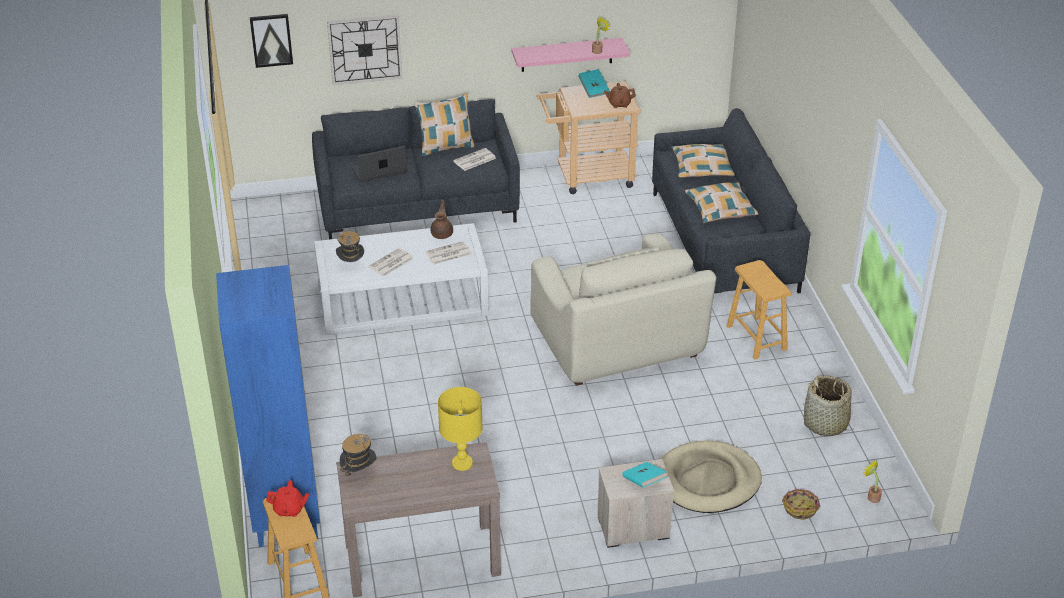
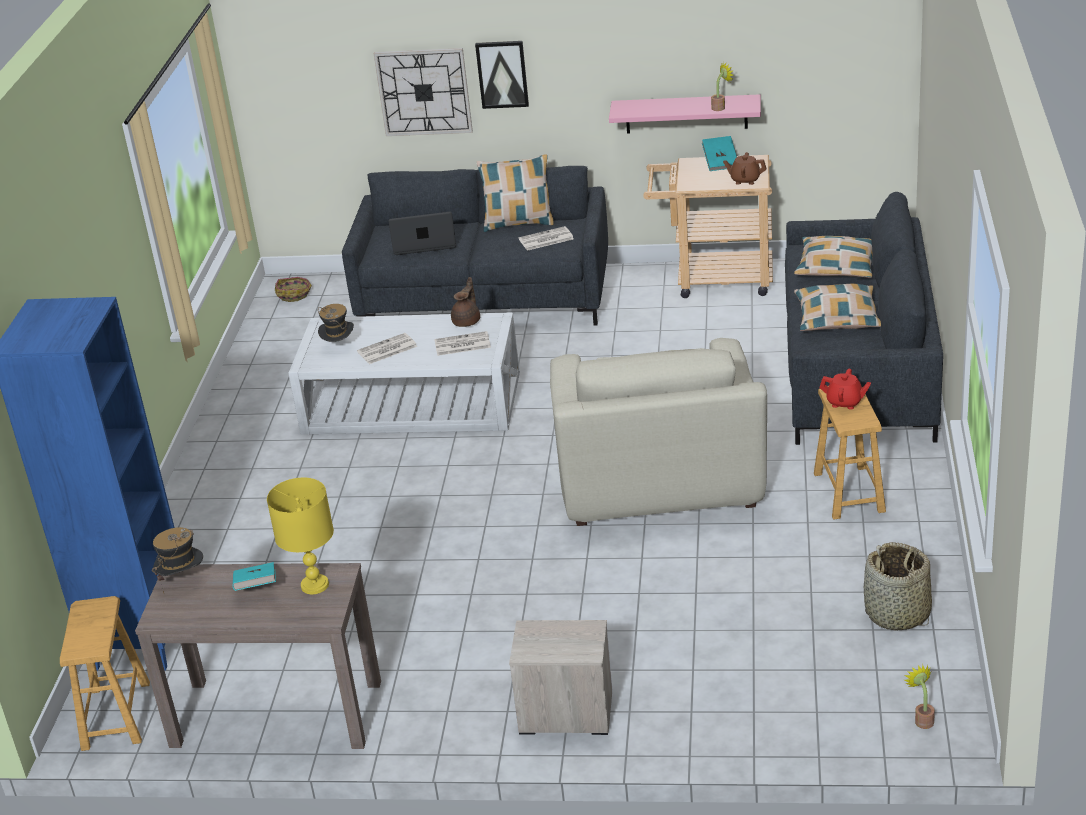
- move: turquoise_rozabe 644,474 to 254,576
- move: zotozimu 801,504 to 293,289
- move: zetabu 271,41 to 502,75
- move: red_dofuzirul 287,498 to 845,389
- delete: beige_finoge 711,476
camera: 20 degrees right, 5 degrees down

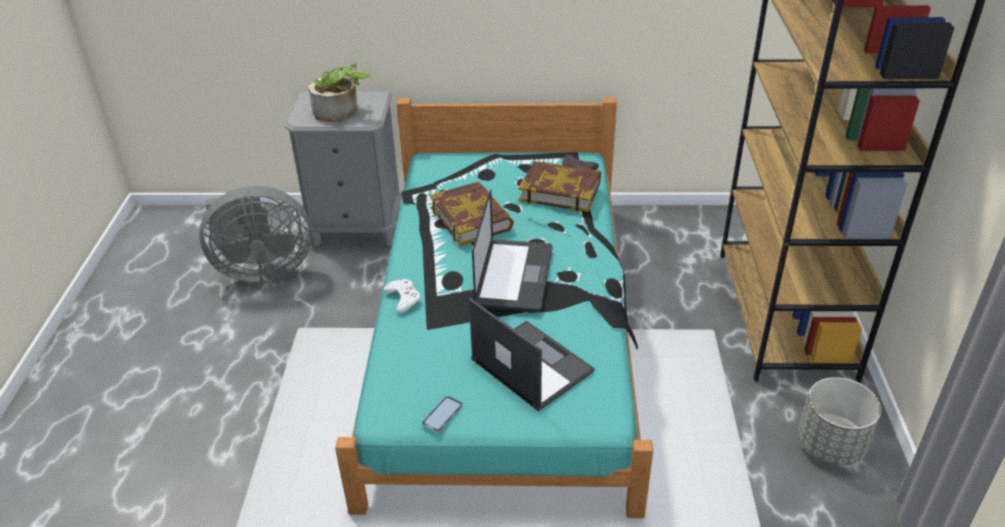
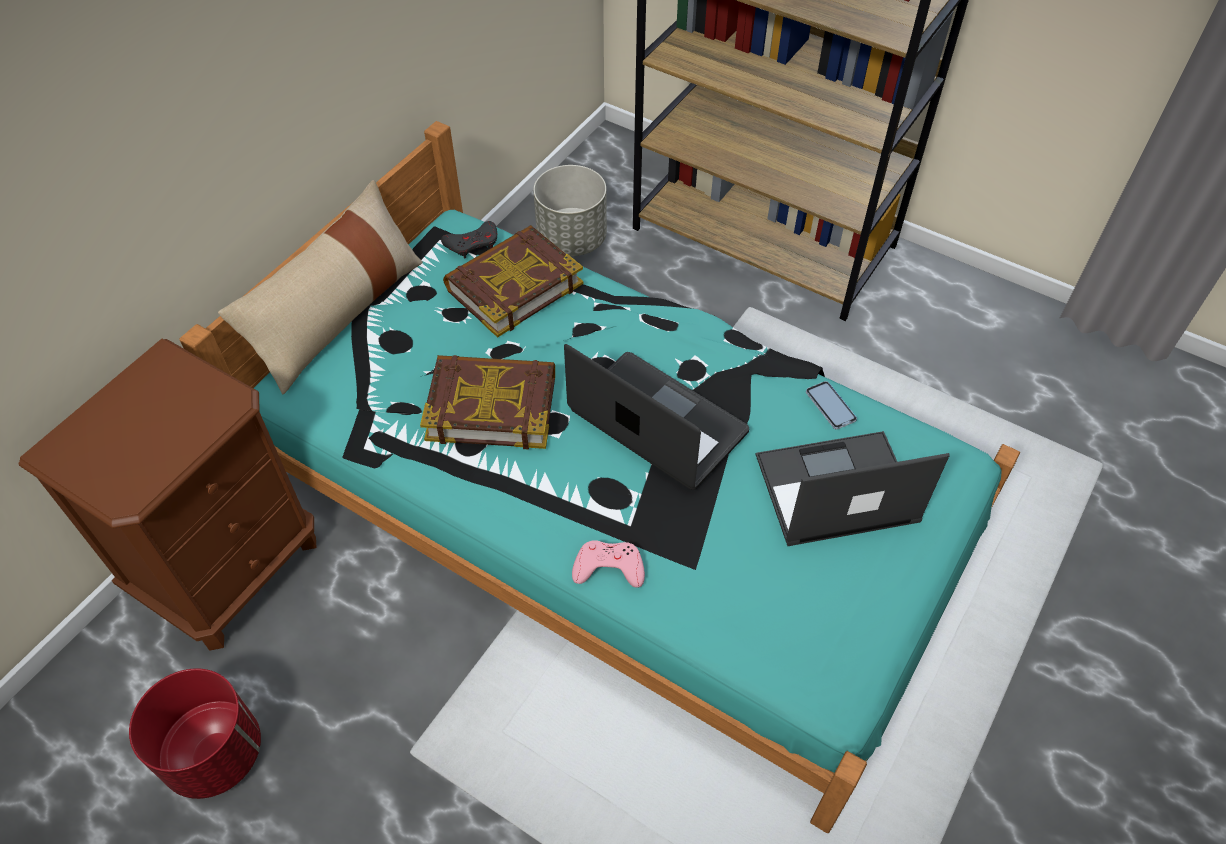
- recolor: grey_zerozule 343,169 to brown_zerozule 168,494
- replace: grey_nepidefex 255,234 to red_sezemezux 195,733
- insert: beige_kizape 320,287
- move: grey_sezemezux 840,421 to 570,210
- recolor: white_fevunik 402,296 to pink_fevunik 608,564
- move: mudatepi 442,414 to 831,405
- delete: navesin 340,92
camera: 60 degrees left, 15 degrees up

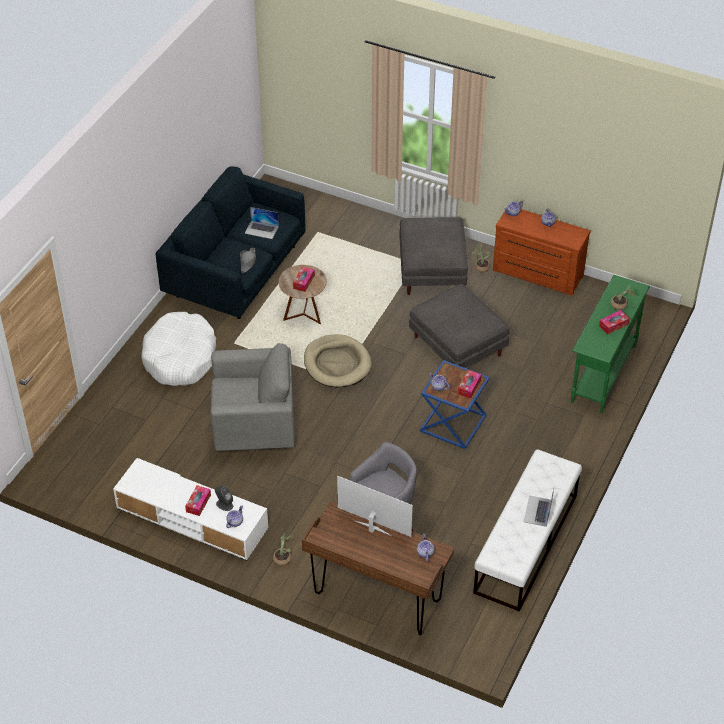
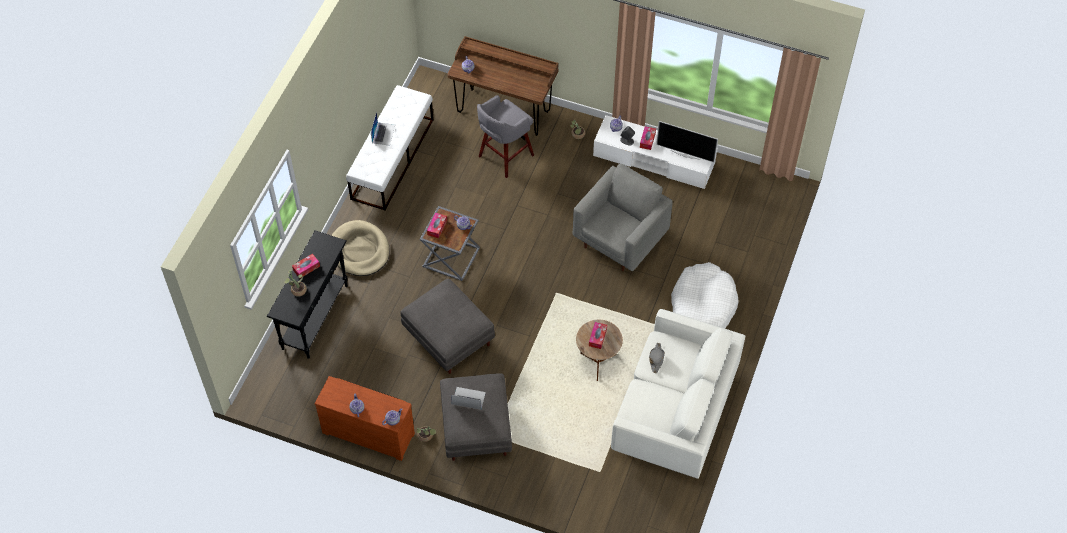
- recolor: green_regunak 610,344 to black_regunak 307,295
- move: beige_finoge 338,360 to 360,248
- recolor: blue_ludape 455,404 to grey_ludape 450,243
- move: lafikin 262,223 to 468,398
- rotate: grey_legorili 252,397 = 622,217 135 degrees clockwise
- recolor: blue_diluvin 231,242 to white_diluvin 678,394
- move: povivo 375,506 to 687,141
camera: 175 degrees right, 10 degrees up

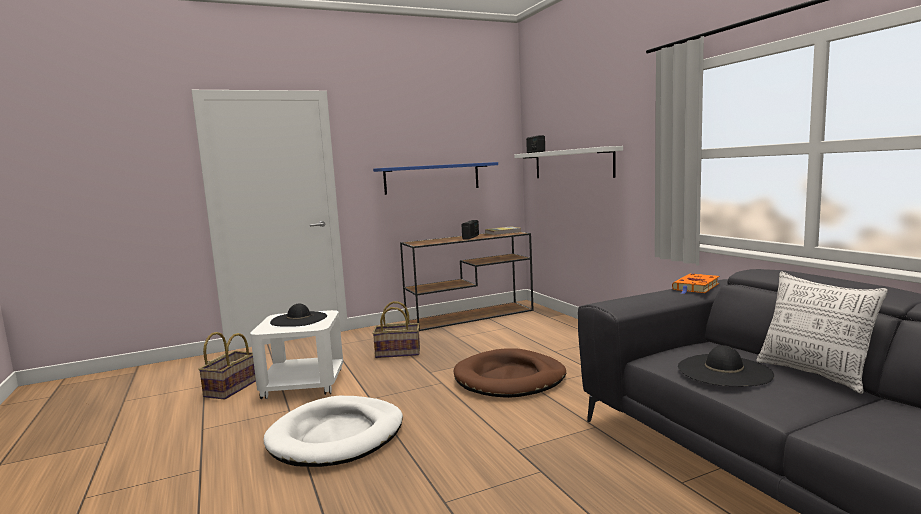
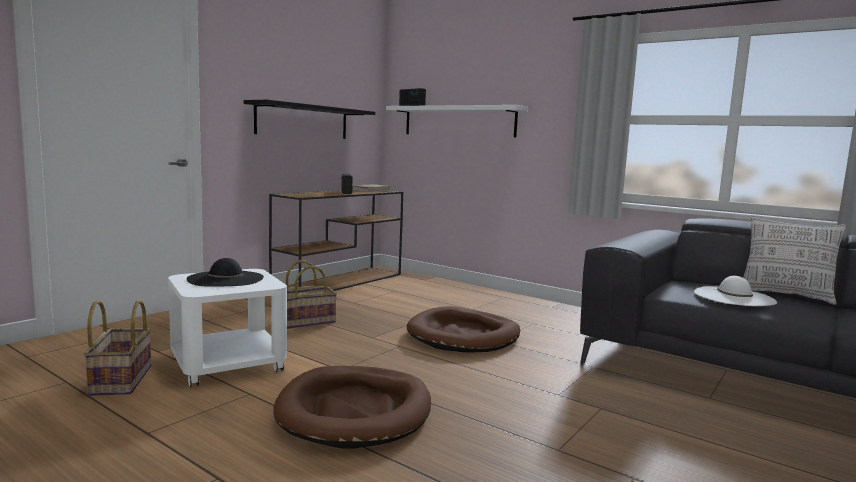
- recolor: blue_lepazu 435,178 to black_lepazu 309,119
- recolor: white_finoge 333,431 to brown_finoge 352,407
- recolor: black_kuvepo 726,365 to white_kuvepo 735,291
- delete: orange_rozabe 696,284
camera: 30 degrees left, 0 degrees up

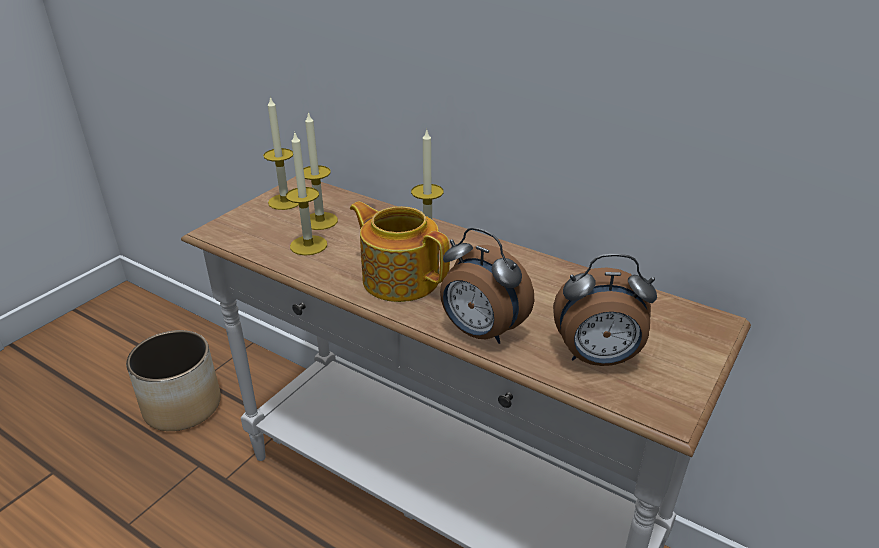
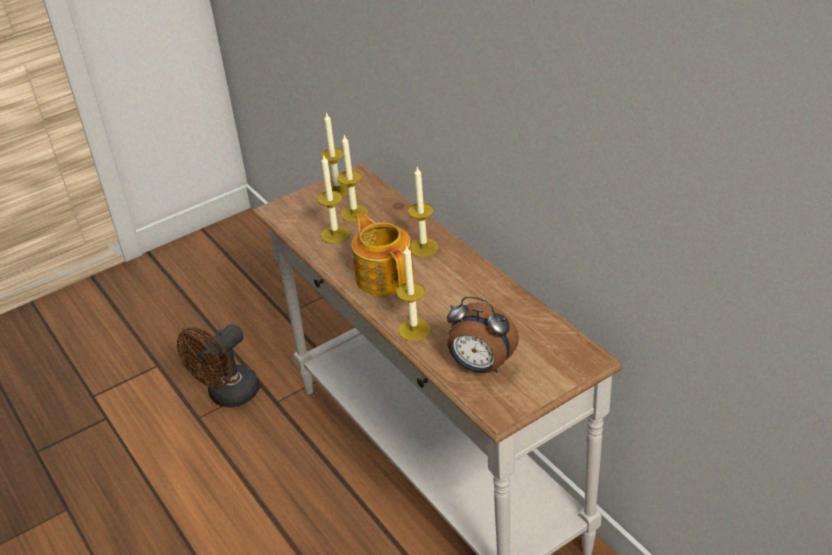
- insert: brown_nepidefex 218,366
- replace: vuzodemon 487,285 to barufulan 413,293
- delete: sezemezux 173,380
camera: 25 degrees right, 5 degrees up

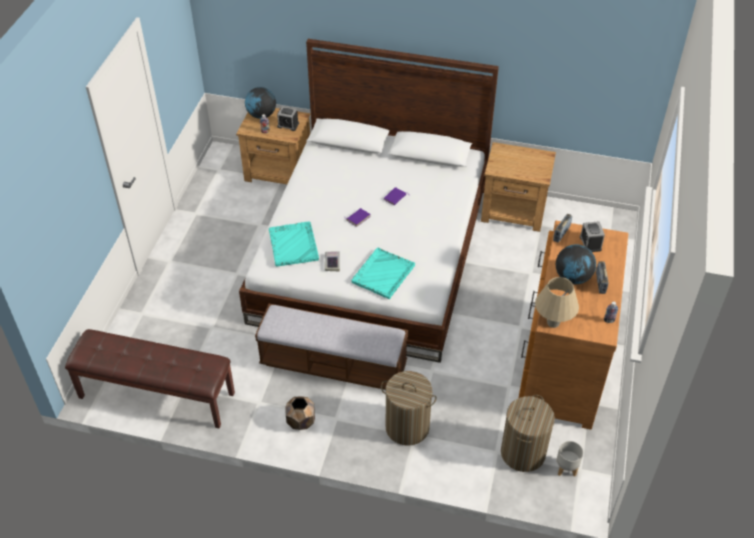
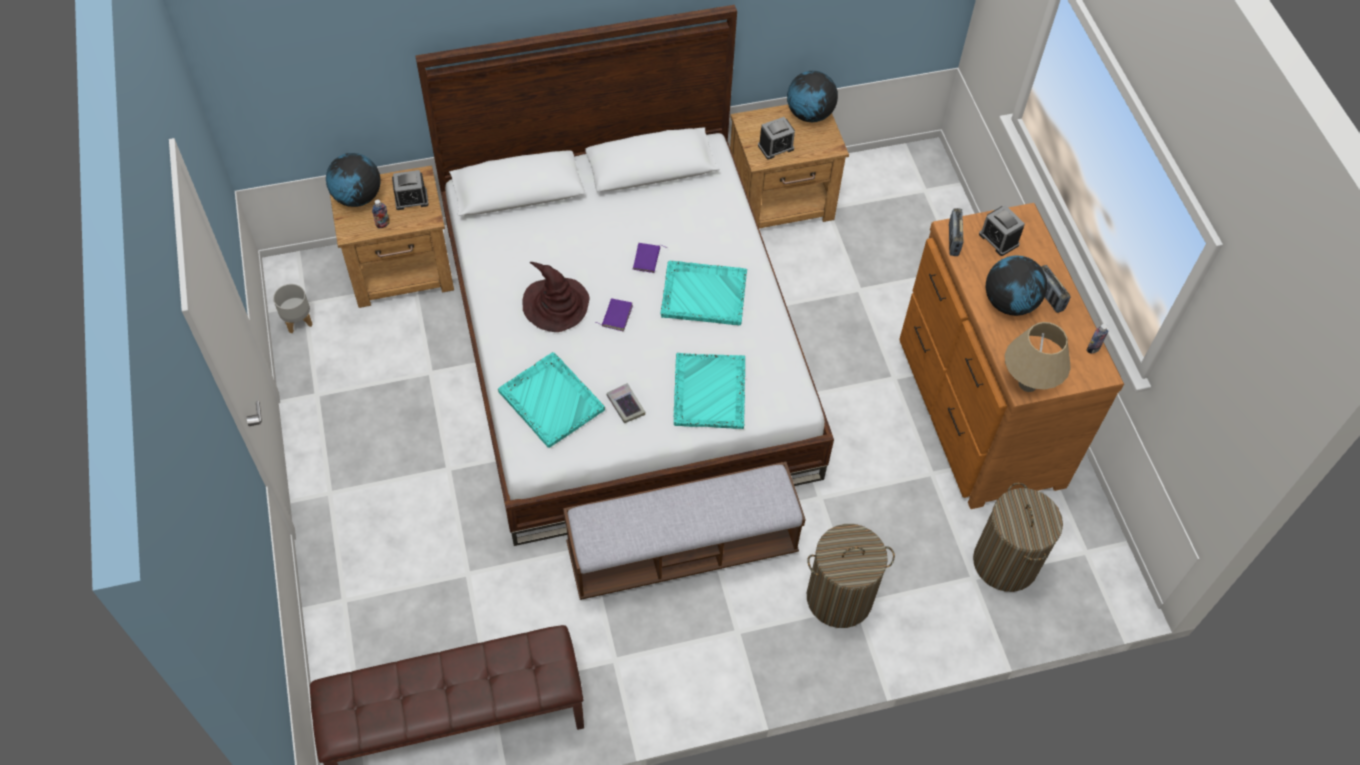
- move: grey_sezemezux 570,459 to 293,308
- insert: brown_kuvepo 556,297
- insert: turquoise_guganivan 703,293
- insert: vuzodemon 776,138
- insert: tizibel 812,96
- delete: brown_sezemezux 300,413
camera: 30 degrees left, 10 degrees up

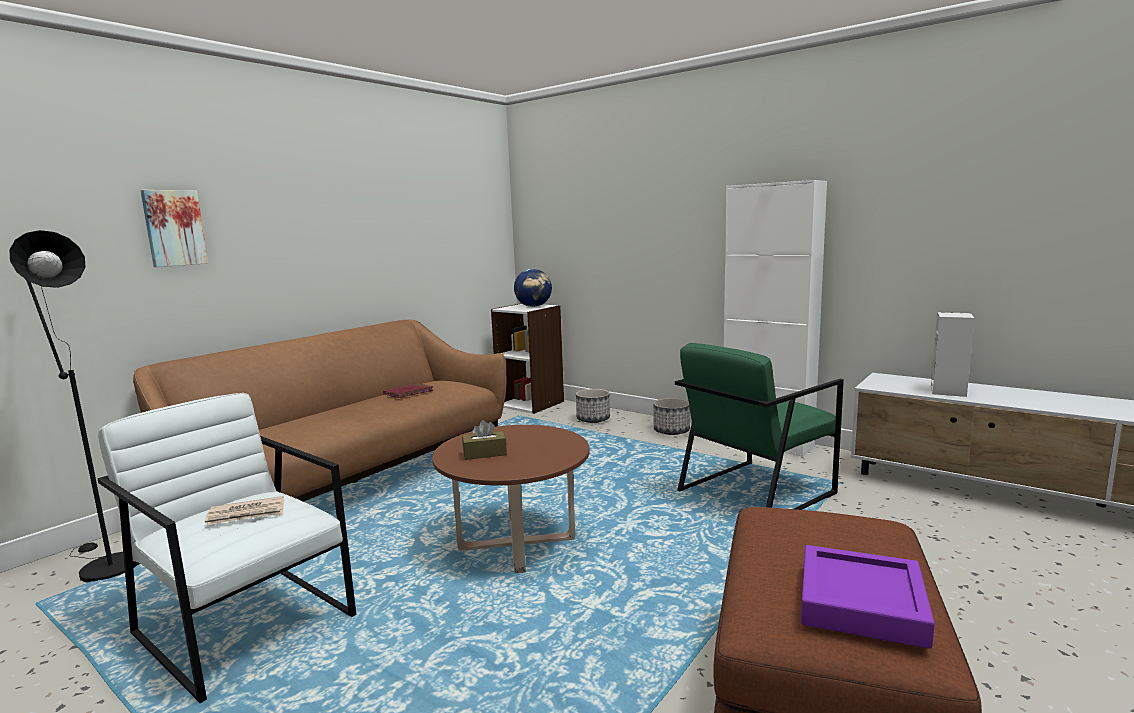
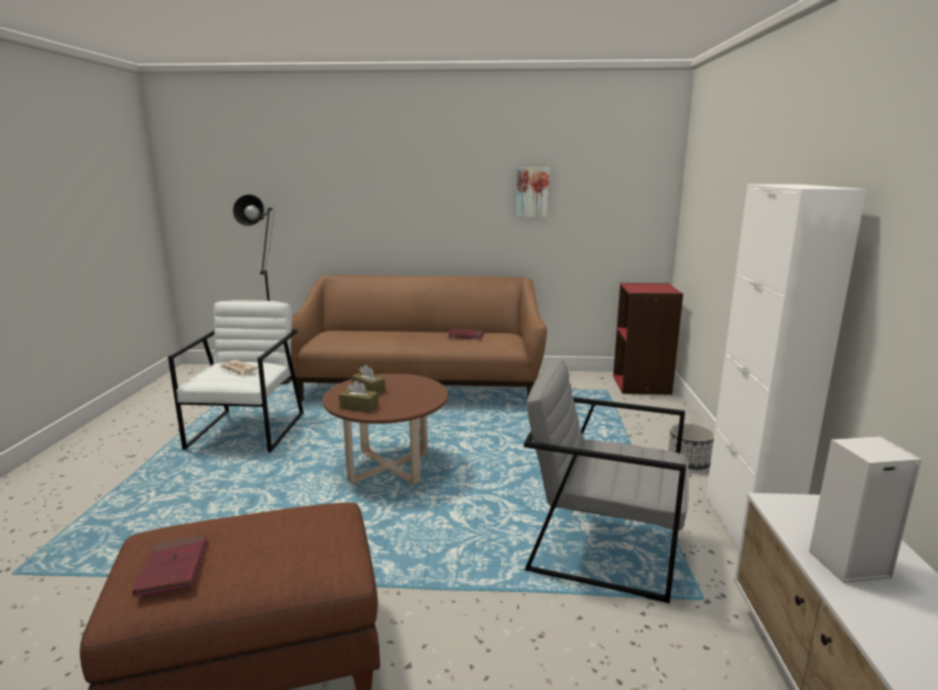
- replace: purple_guganivan 868,597 to red_rozabe 170,565
- insert: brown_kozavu 359,396
- move: zetabu 174,228 to 533,192
- recolor: green_legorili 759,426 to grey_legorili 606,481
- recolor: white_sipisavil 527,358 to red_sipisavil 648,339
- delete: tizibel 533,288
- delete: sezemezux 593,406
camera: 55 degrees right, 5 degrees up

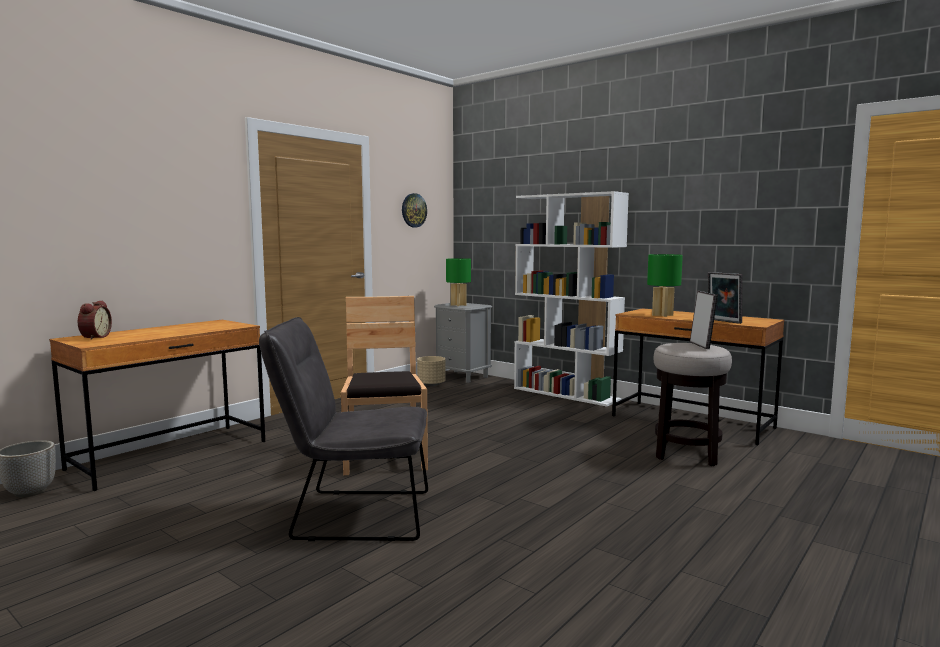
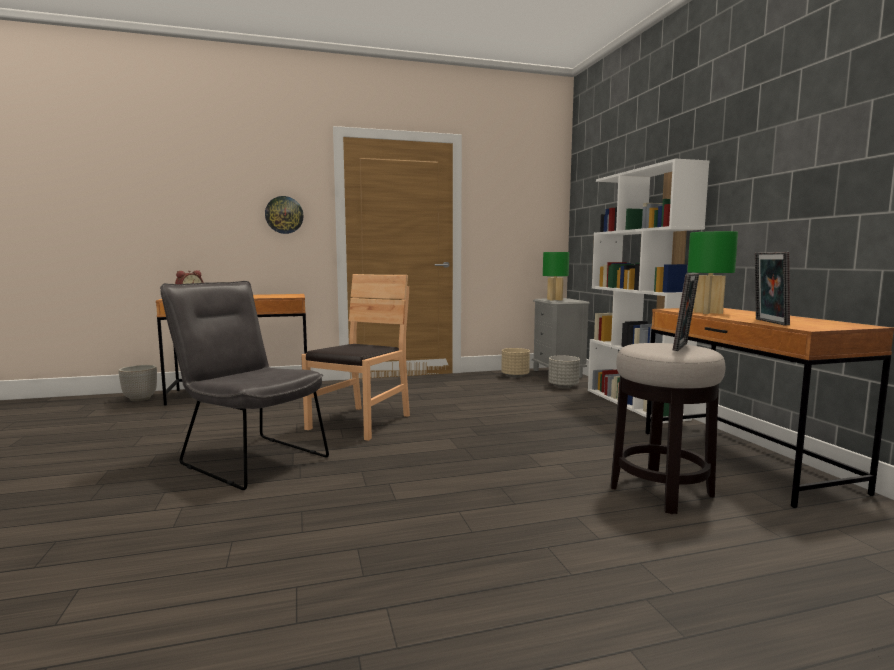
- move: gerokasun 414,210 to 284,215
- insert: grey_sezemezux 564,372
camera: 35 degrees right, 0 degrees up

